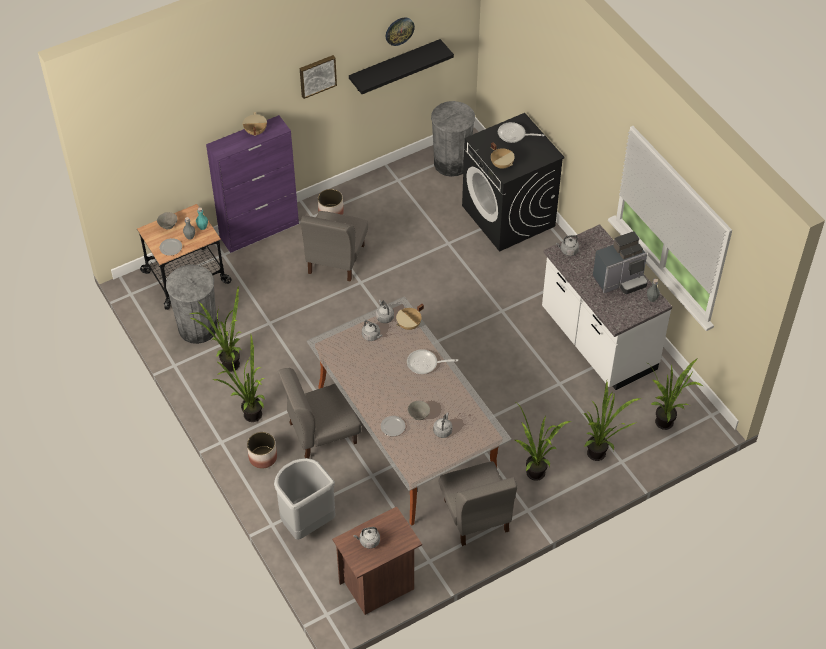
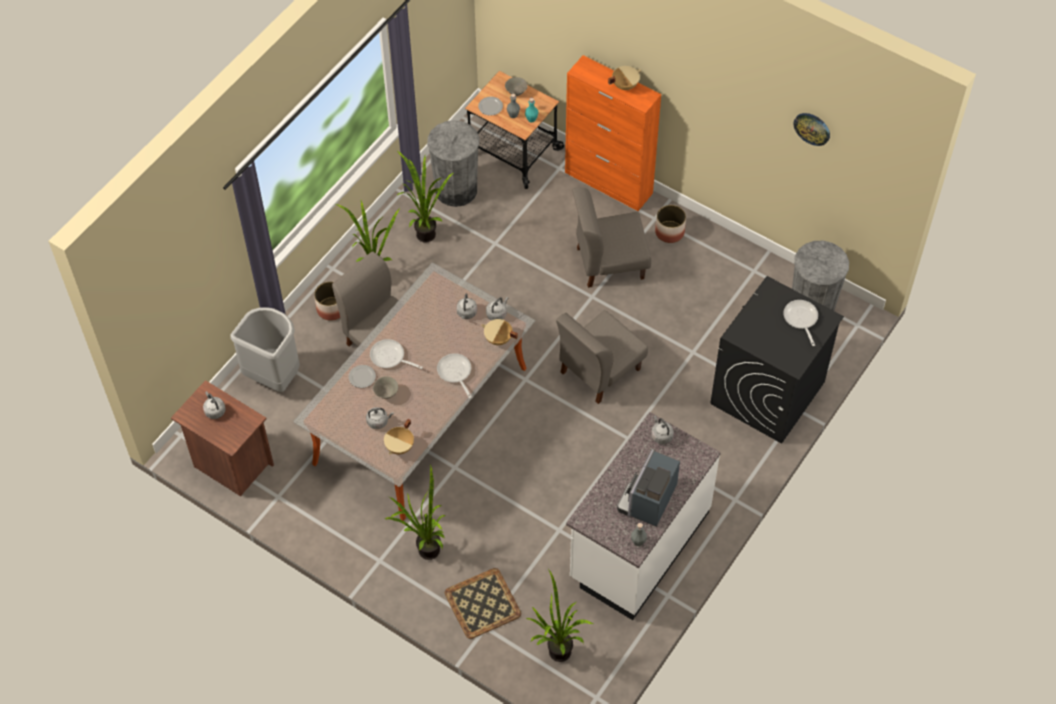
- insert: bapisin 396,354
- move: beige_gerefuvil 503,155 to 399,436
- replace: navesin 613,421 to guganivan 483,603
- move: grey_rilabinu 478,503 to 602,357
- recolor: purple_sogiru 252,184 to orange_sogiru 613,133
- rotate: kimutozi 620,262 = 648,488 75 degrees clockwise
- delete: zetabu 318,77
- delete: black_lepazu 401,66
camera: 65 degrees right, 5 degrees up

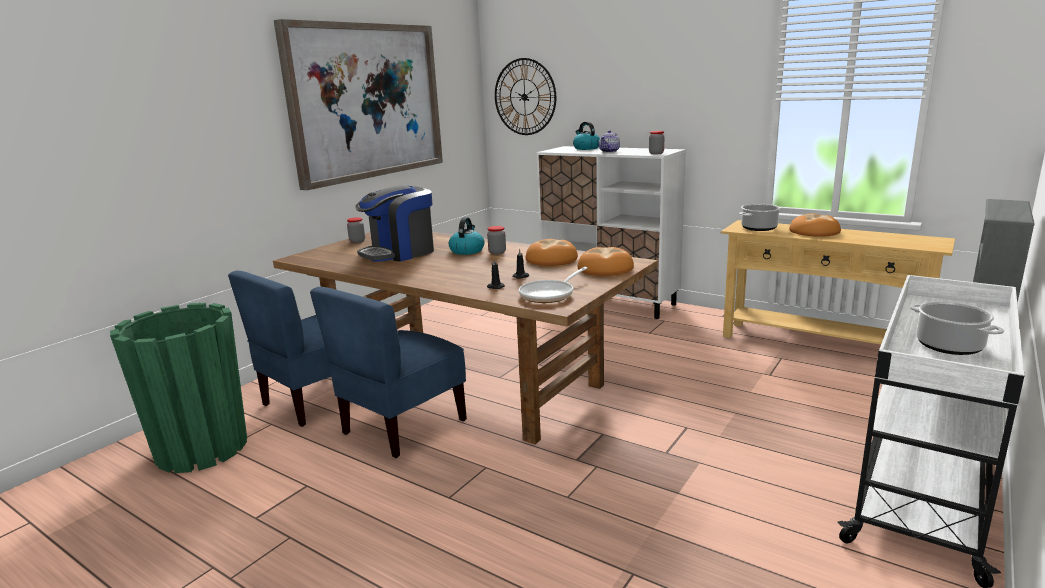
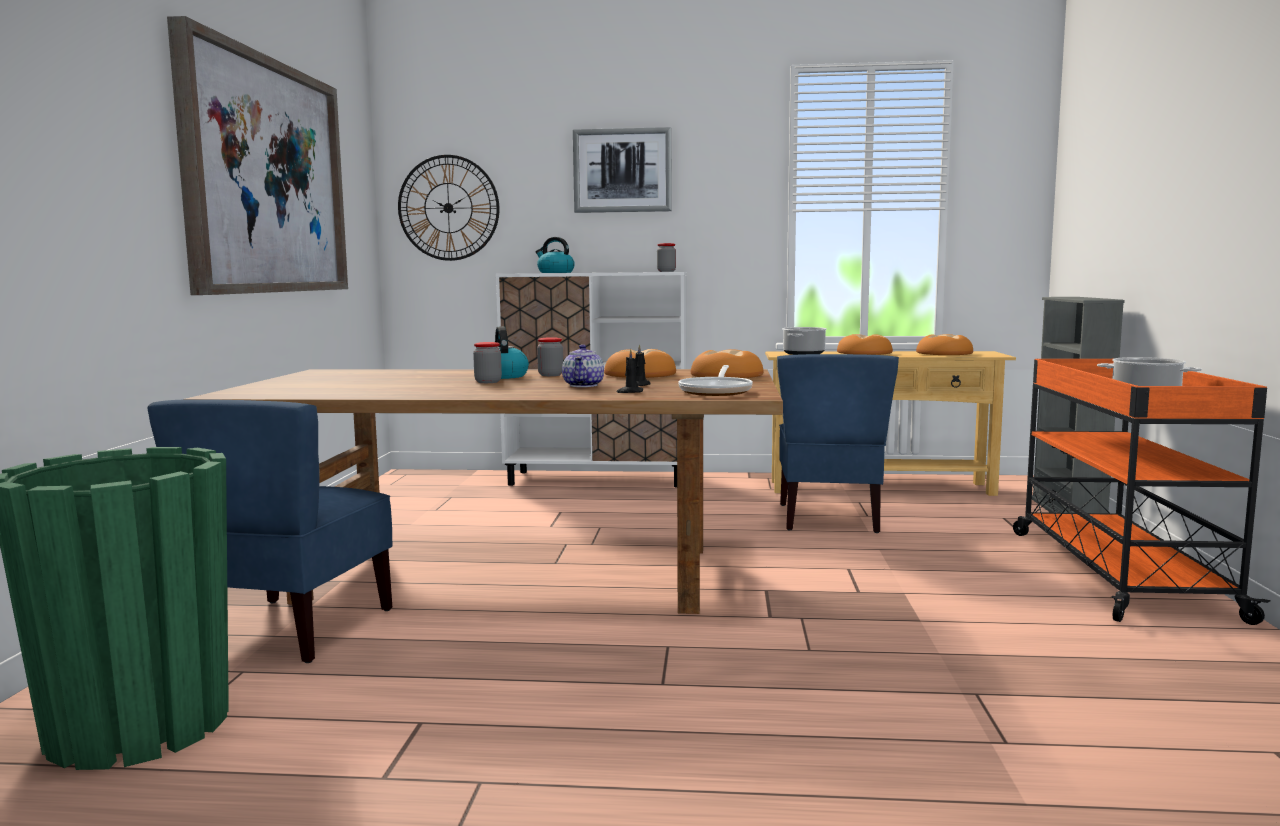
- move: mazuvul 356,230 to 487,362
- move: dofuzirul 609,141 to 583,365
- insert: zetabu 622,170
- move: blue_rilabinu 388,372 to 838,443
- insert: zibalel 944,344
- recolor: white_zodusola 930,431 to orange_zodusola 1142,492
- delete: kimutozi 394,223
camera: 30 degrees left, 10 degrees down

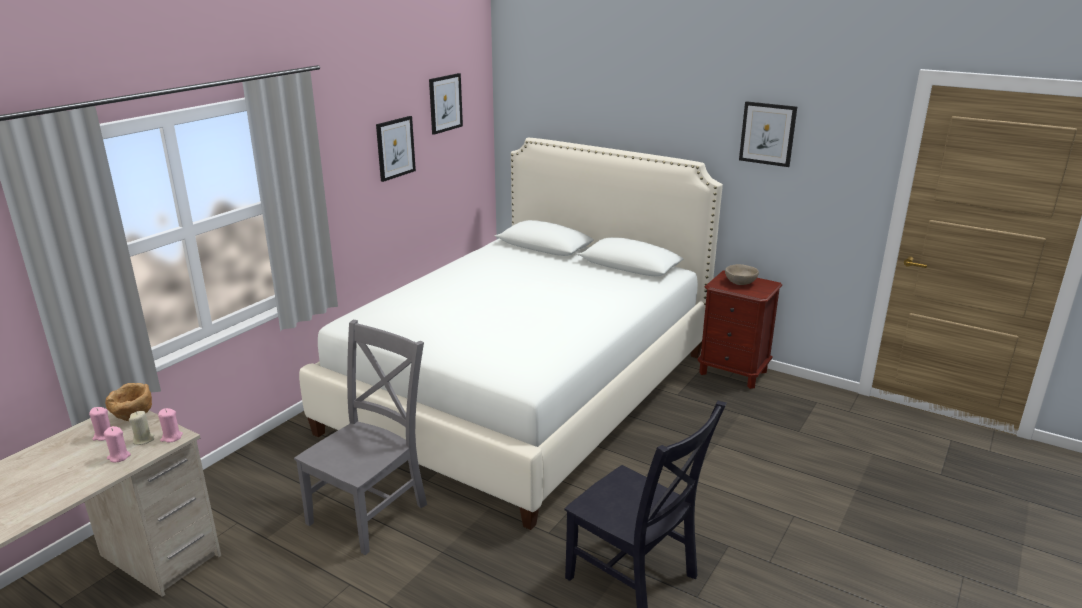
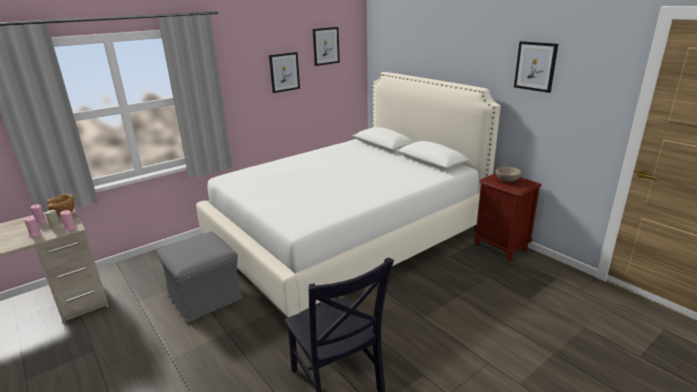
- replace: grey_rilabinu 360,437 to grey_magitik 199,277
camera: 20 degrees right, 0 degrees up

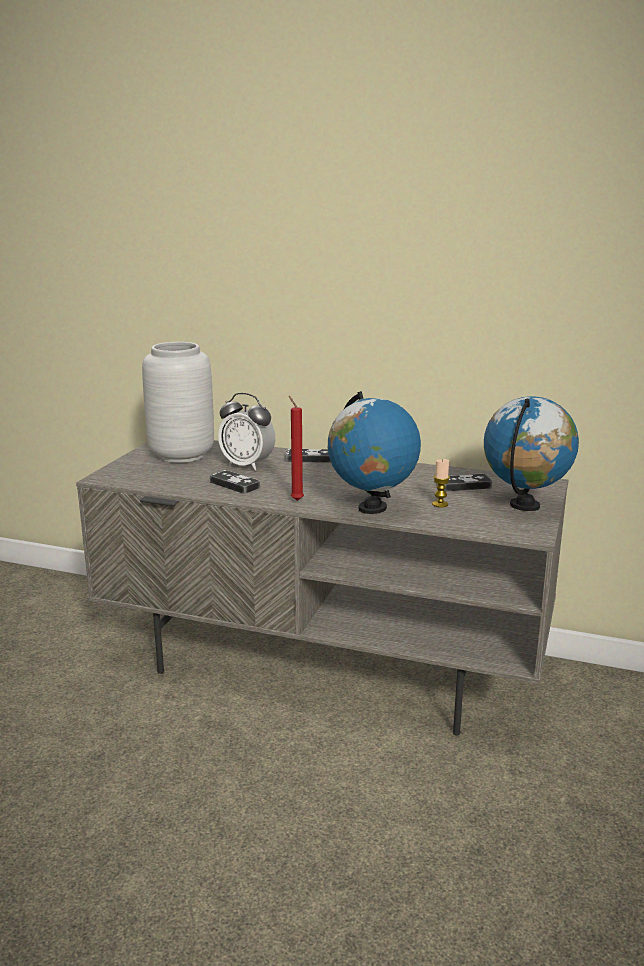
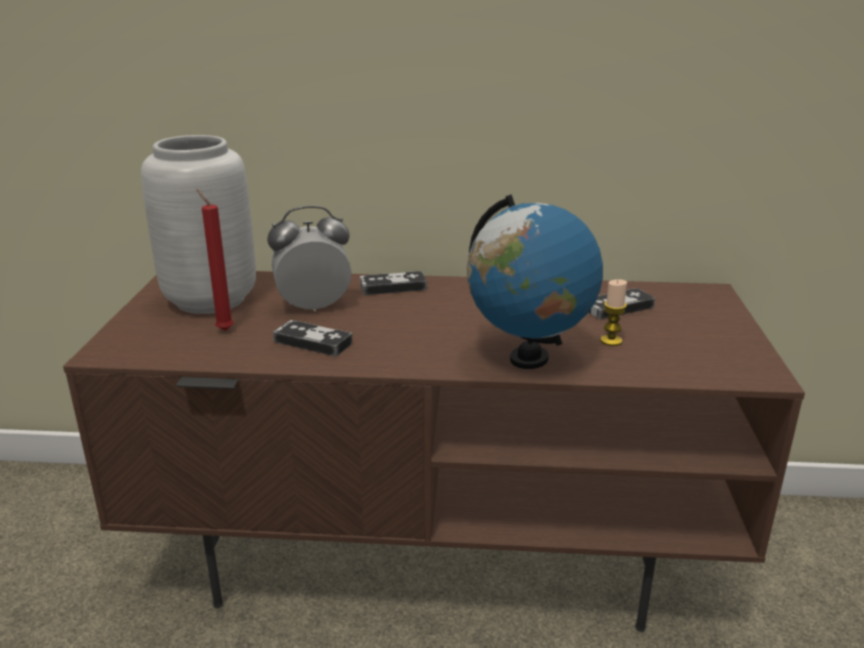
- recolor: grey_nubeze 322,588 to brown_nubeze 434,451
- move: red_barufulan 296,448 to 215,260
- rotate: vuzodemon 246,432 = 309,259 150 degrees clockwise
- delete: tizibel 531,453
camera: 15 degrees left, 5 degrees up

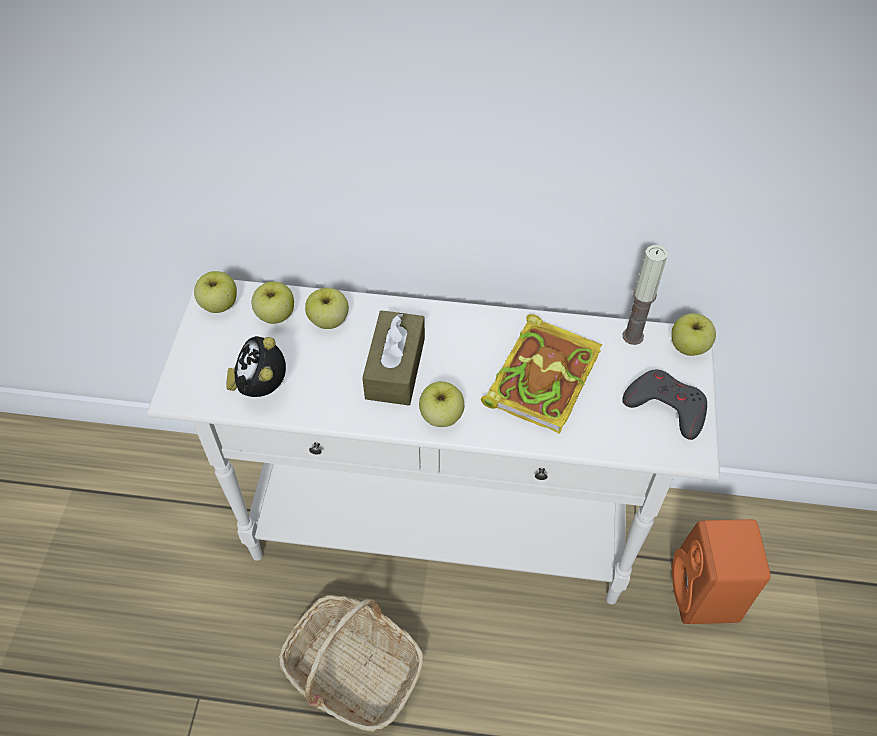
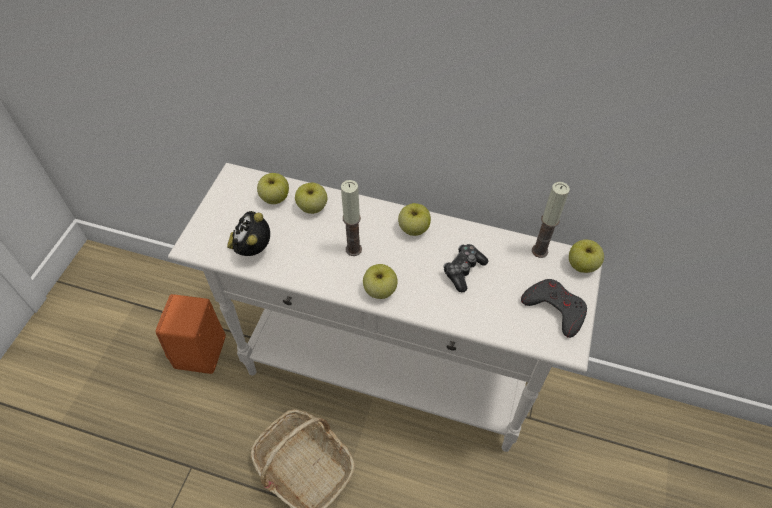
- move: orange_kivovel 721,571 to 191,334
- replace: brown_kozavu 393,357 to barufulan 351,218
- move: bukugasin 215,292 to 414,219
- replace: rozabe 541,374 to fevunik 465,268
camera: 10 degrees right, 0 degrees up

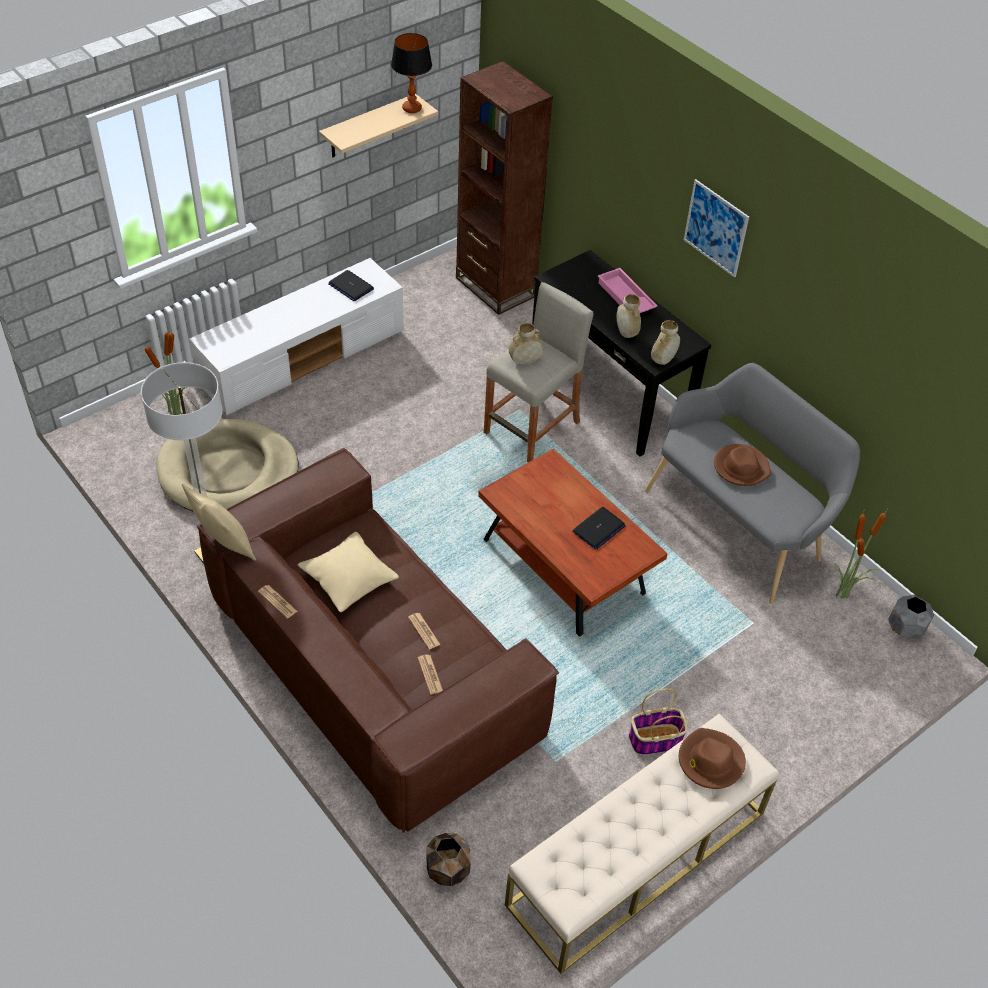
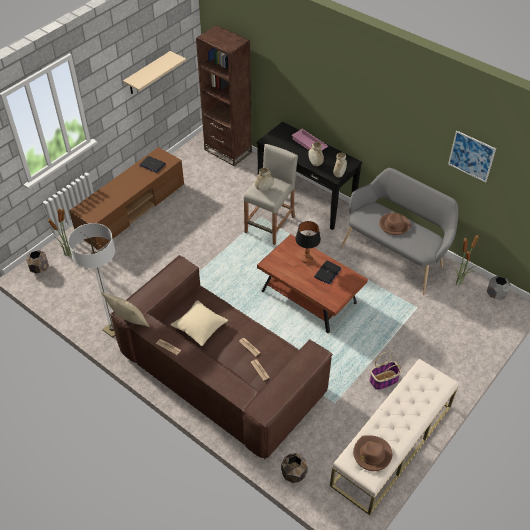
- insert: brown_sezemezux 37,262
- recolor: white_nubeze 296,336 to brown_nubeze 126,198
- move: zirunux 411,73 to 308,242
- move: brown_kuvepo 712,758 to 372,453
- move: zetabu 716,228 to 472,156
- delete: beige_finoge 227,465
camera: 10 degrees left, 0 degrees up

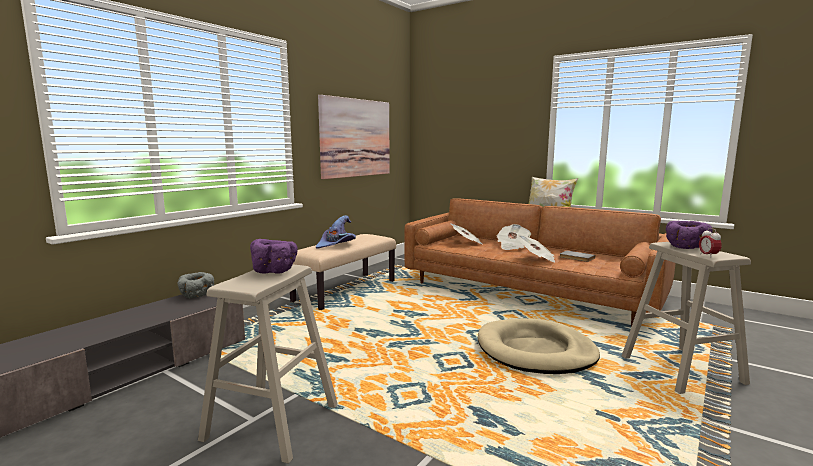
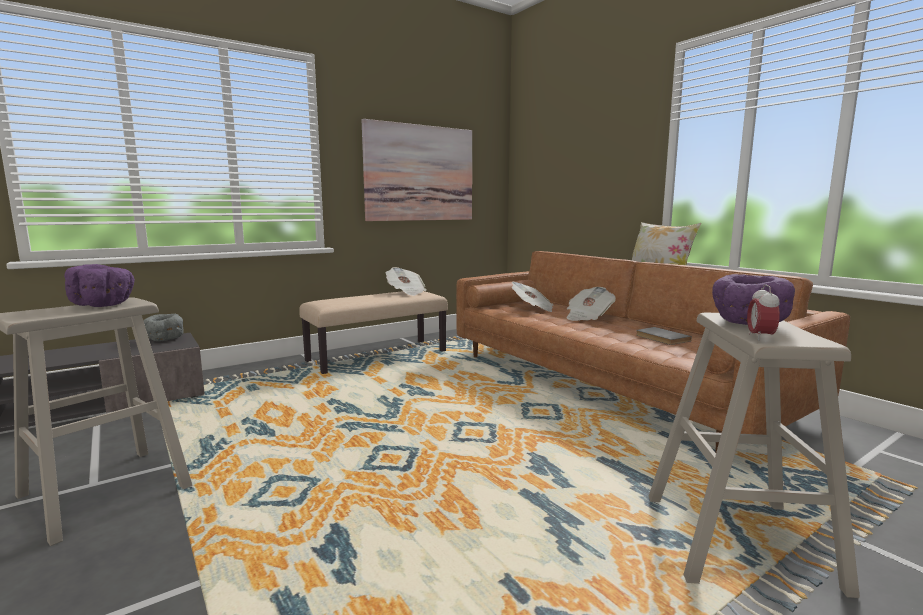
- move: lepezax 536,248 to 406,281
- delete: purple_kuvepo 336,232
- delete: beige_finoge 539,346
camera: 20 degrees right, 0 degrees up

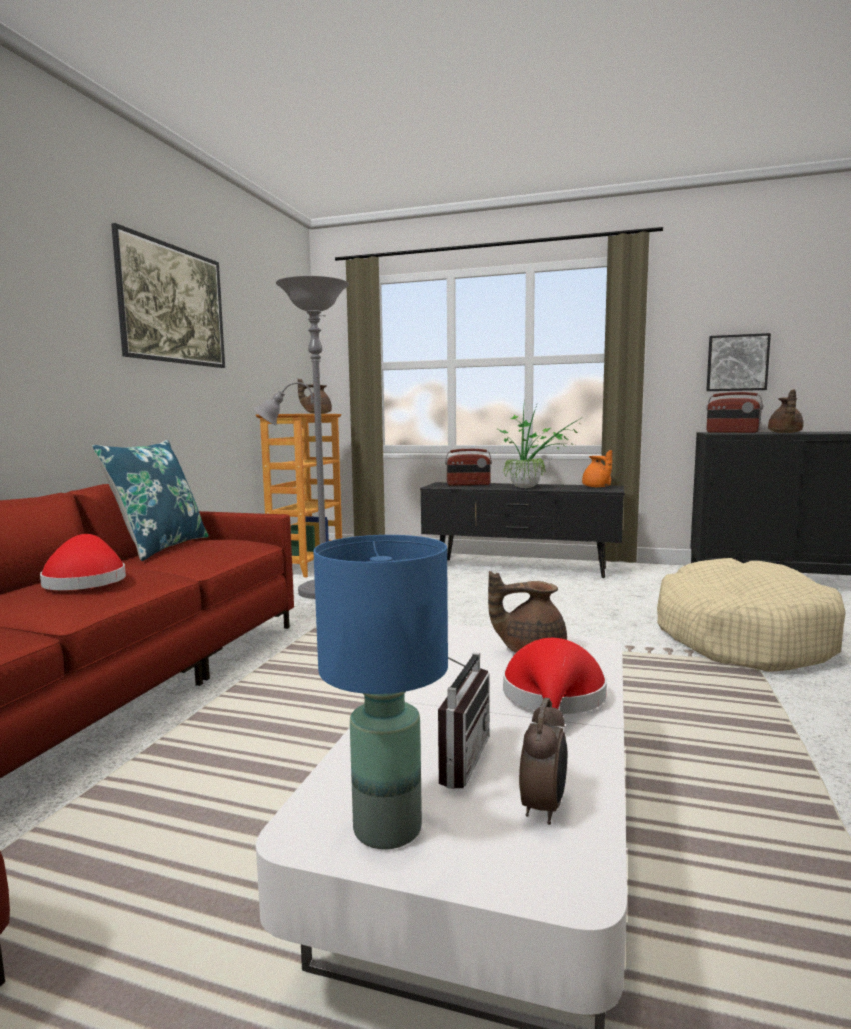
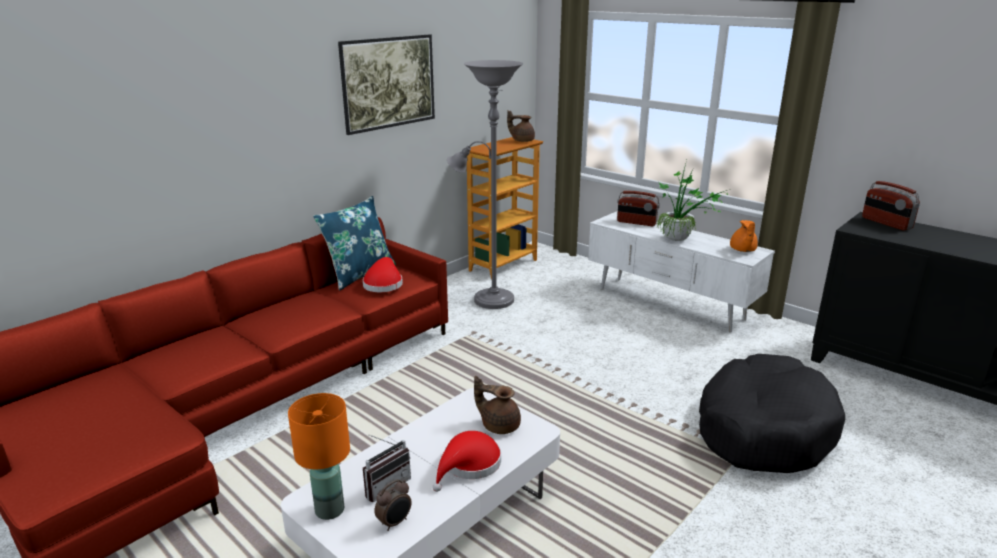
- recolor: blue_zirunux 380,692 to orange_zirunux 319,456
- move: red_kuvepo 83,562 to 383,274
- recolor: black_nubeze 522,530 to white_nubeze 681,271
- recolor: beige_finoge 751,615 to black_finoge 772,413
- delete: zetabu 738,362
- delete: brown_dofuzirul 786,411
camera: 25 degrees right, 15 degrees up

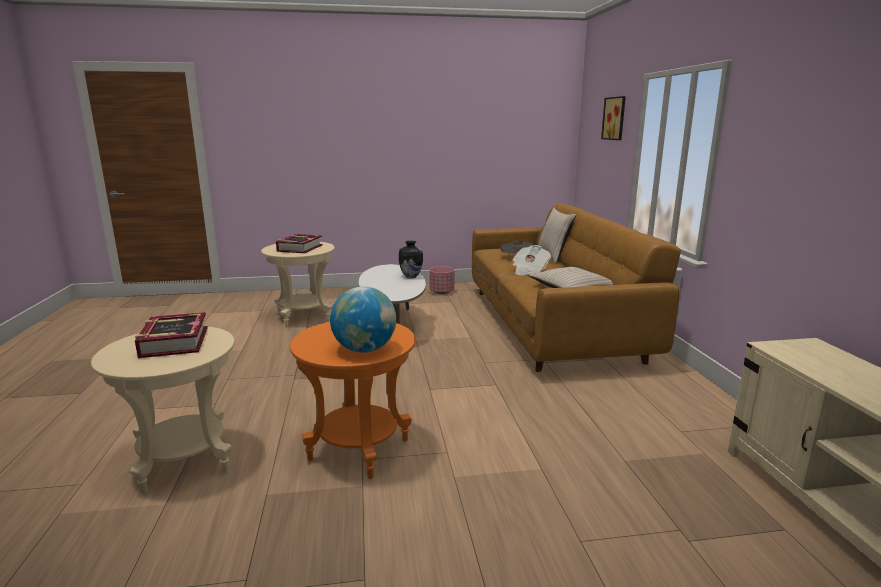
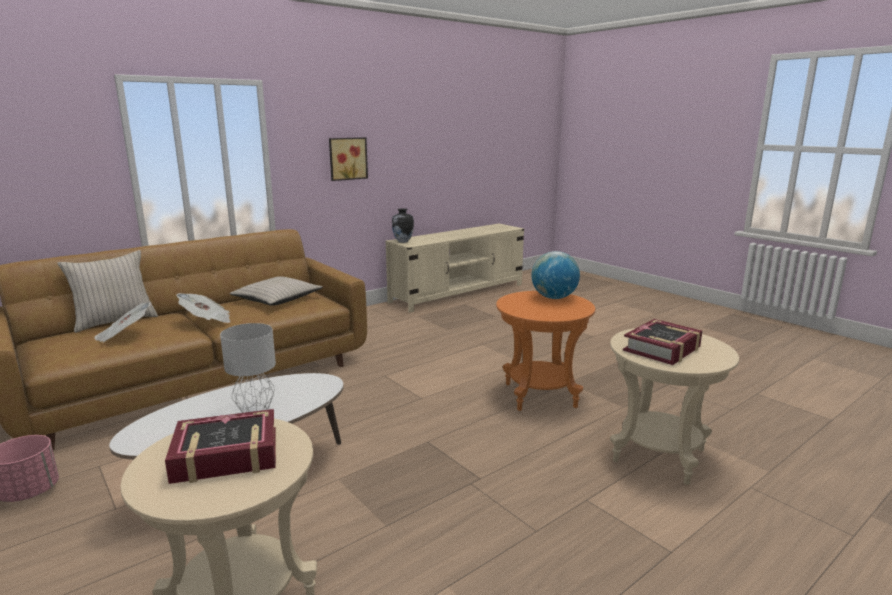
- insert: grey_zirunux 248,368
- move: zetabu 613,118 to 348,159
- move: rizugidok 411,259 to 403,226
camera: 120 degrees left, 0 degrees up

